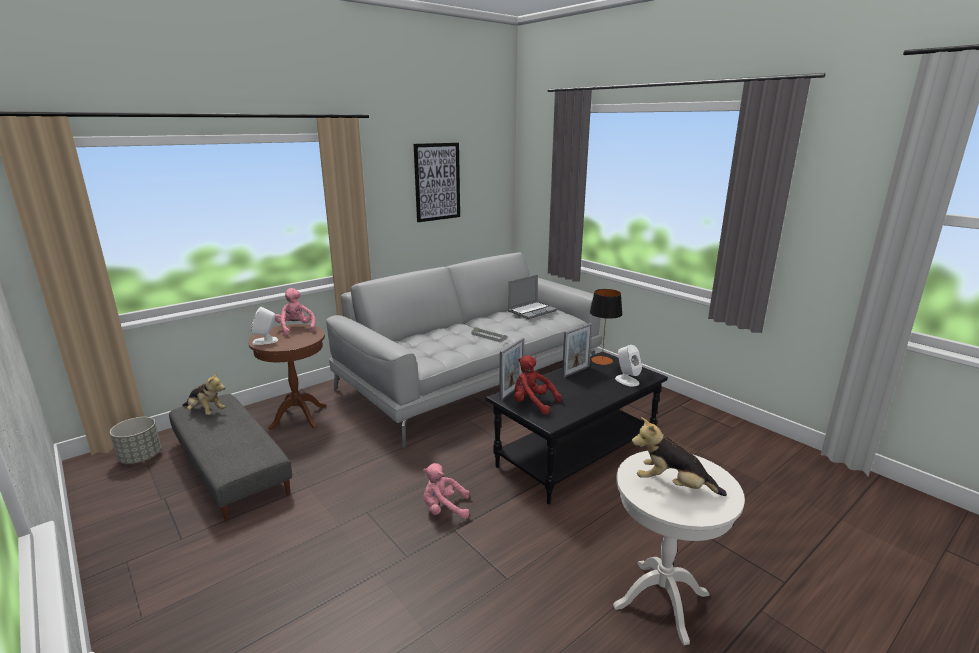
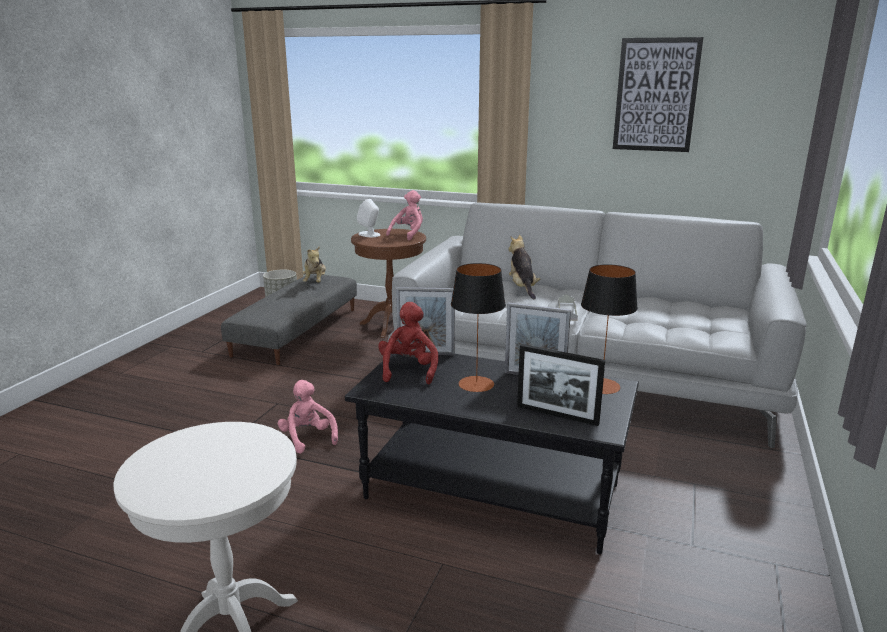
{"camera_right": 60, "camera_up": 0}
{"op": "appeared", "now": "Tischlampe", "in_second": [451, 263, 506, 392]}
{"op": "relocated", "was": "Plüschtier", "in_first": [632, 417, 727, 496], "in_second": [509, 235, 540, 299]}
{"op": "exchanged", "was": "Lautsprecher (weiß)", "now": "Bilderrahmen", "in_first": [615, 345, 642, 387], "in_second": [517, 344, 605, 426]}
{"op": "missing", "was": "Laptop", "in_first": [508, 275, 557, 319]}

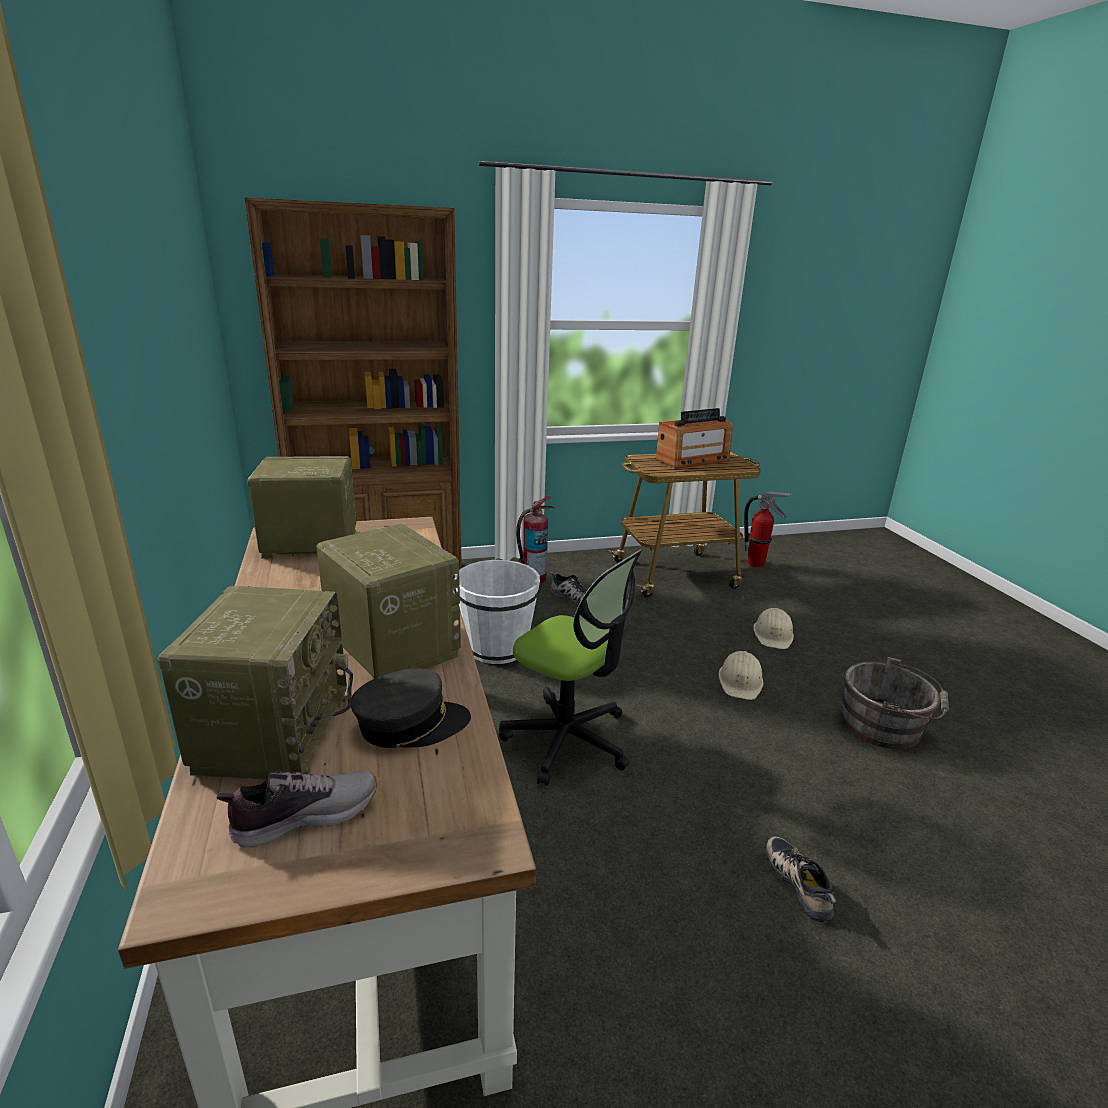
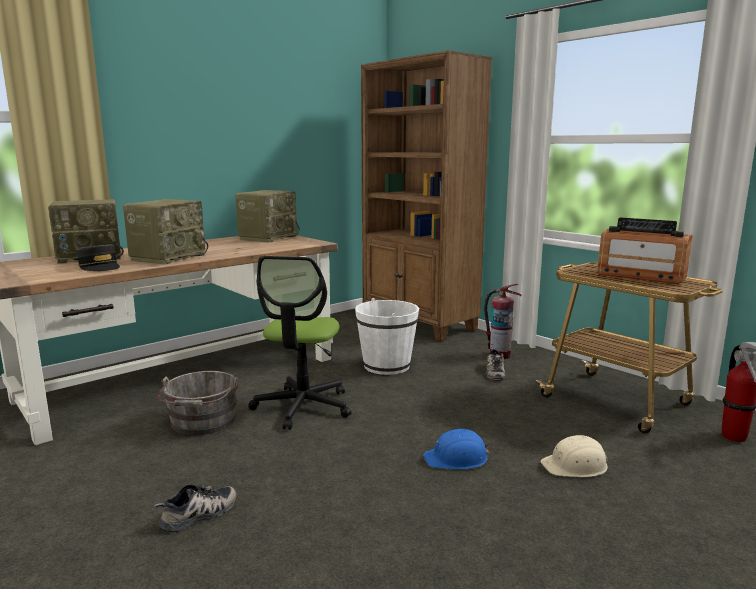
{"camera_right": 65, "camera_up": -10}
{"op": "relocated", "was": "Eimer (grau)", "in_first": [841, 657, 949, 749], "in_second": [158, 371, 238, 435]}
{"op": "spun", "was": "Radio", "in_first": [247, 456, 356, 559], "in_second": [235, 190, 299, 243], "clockwise": 60}
{"op": "colour", "was": "Schutzhelm (beige)", "now": "Schutzhelm (blau)", "in_first": [719, 651, 764, 700], "in_second": [423, 429, 489, 470]}
{"op": "missing", "was": "Schuh", "in_first": [217, 770, 377, 847]}

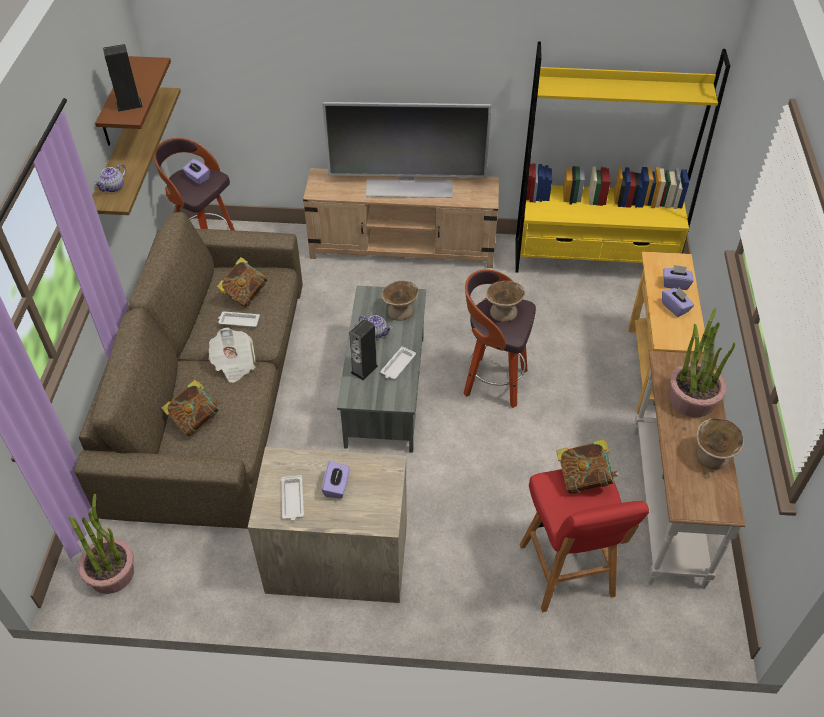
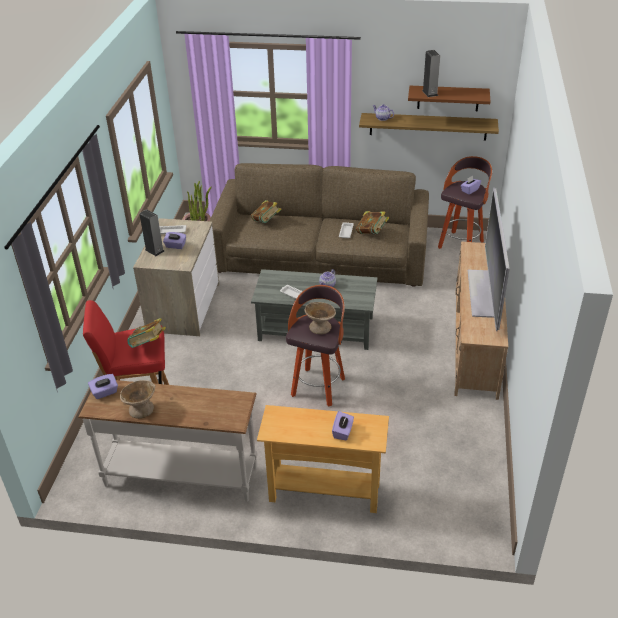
{"camera_right": 95, "camera_up": -10}
{"op": "relocated", "was": "Taschentuchbox (lila)", "in_first": [662, 287, 694, 317], "in_second": [88, 374, 118, 399]}
{"op": "relocated", "was": "Lautsprecher", "in_first": [349, 319, 378, 381], "in_second": [140, 209, 165, 256]}
{"op": "missing", "was": "Zeitung", "in_first": [209, 328, 255, 383]}
{"op": "missing", "was": "Schüssel (beige)", "in_first": [382, 281, 418, 321]}
{"op": "missing", "was": "Bücherregal (gelb)", "in_first": [516, 41, 730, 273]}
{"op": "missing", "was": "Topfpflanze", "in_first": [670, 308, 735, 417]}

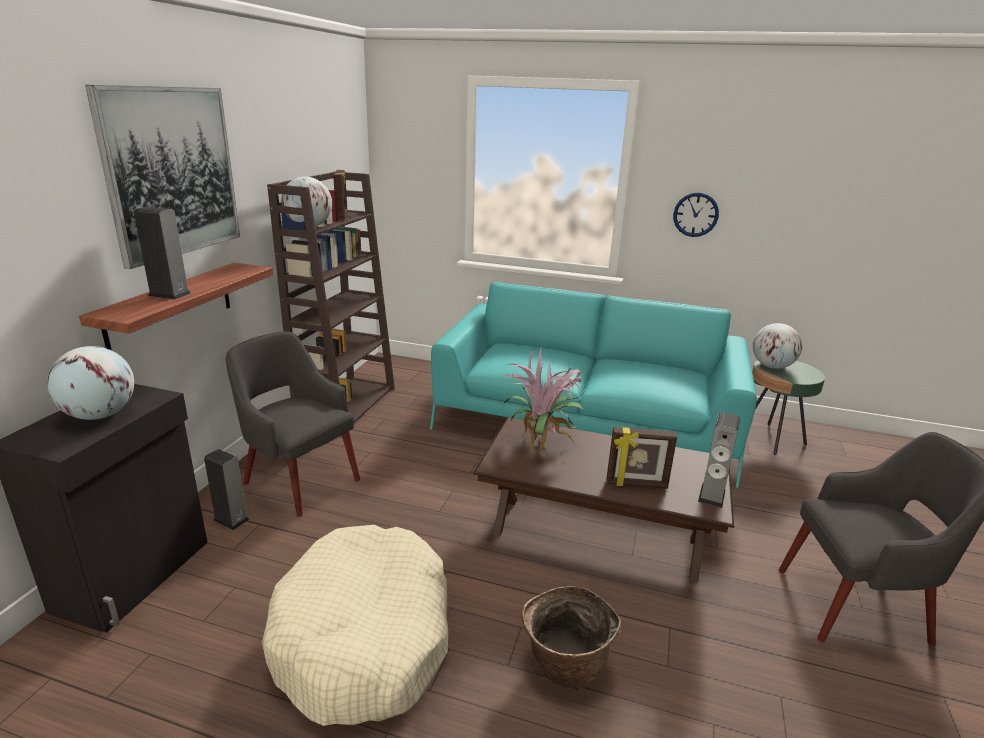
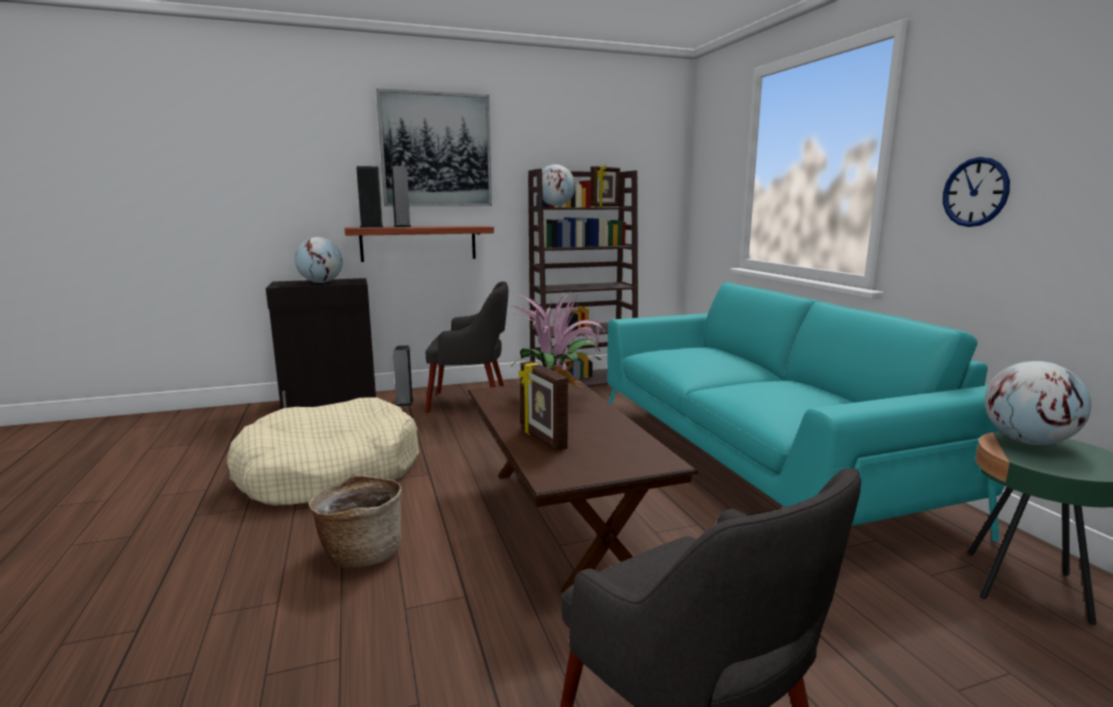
{"camera_right": 55, "camera_up": -10}
{"op": "relocated", "was": "Lautsprecher", "in_first": [698, 412, 740, 508], "in_second": [356, 166, 384, 228]}
{"op": "spun", "was": "Sessel (grau)", "in_first": [226, 331, 360, 517], "in_second": [425, 282, 509, 413], "clockwise": 90}

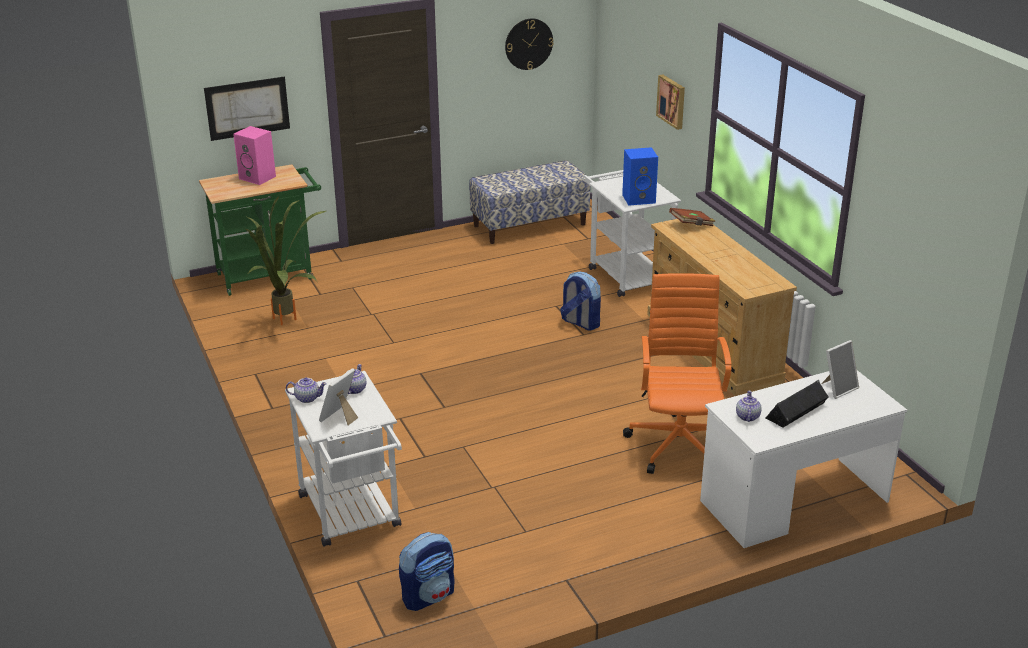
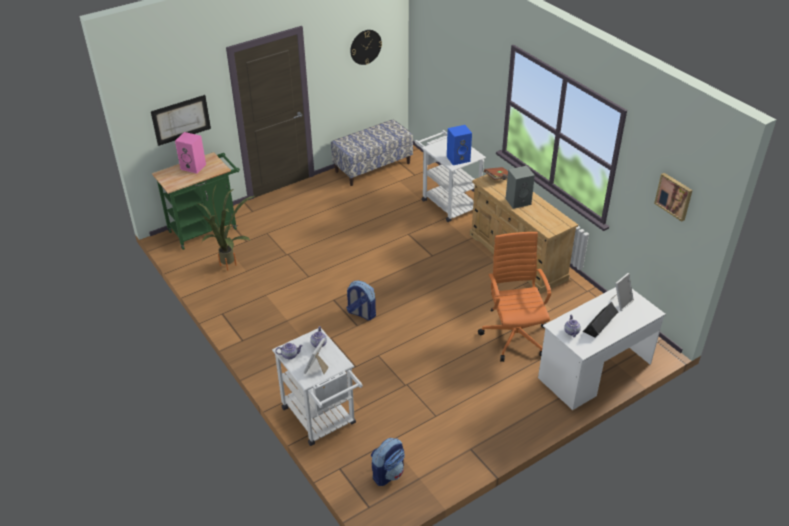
{"camera_right": -10, "camera_up": 10}
{"op": "relocated", "was": "Rucksack", "in_first": [560, 272, 601, 330], "in_second": [346, 280, 376, 320]}
{"op": "appeared", "now": "Lautsprecher (grau)", "in_second": [506, 166, 535, 209]}
{"op": "relocated", "was": "Bild", "in_first": [656, 74, 685, 130], "in_second": [654, 173, 693, 222]}

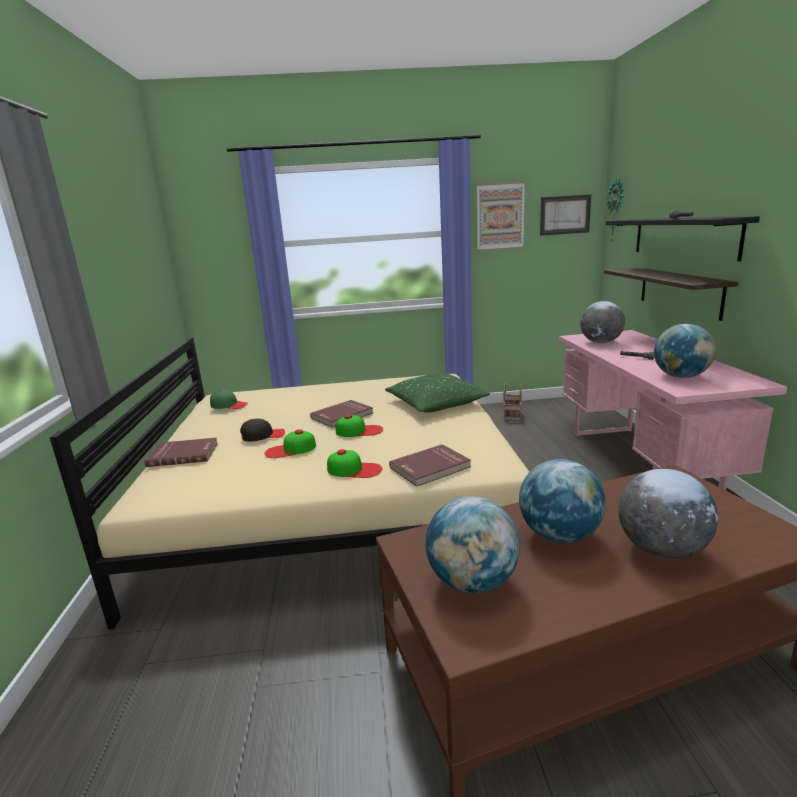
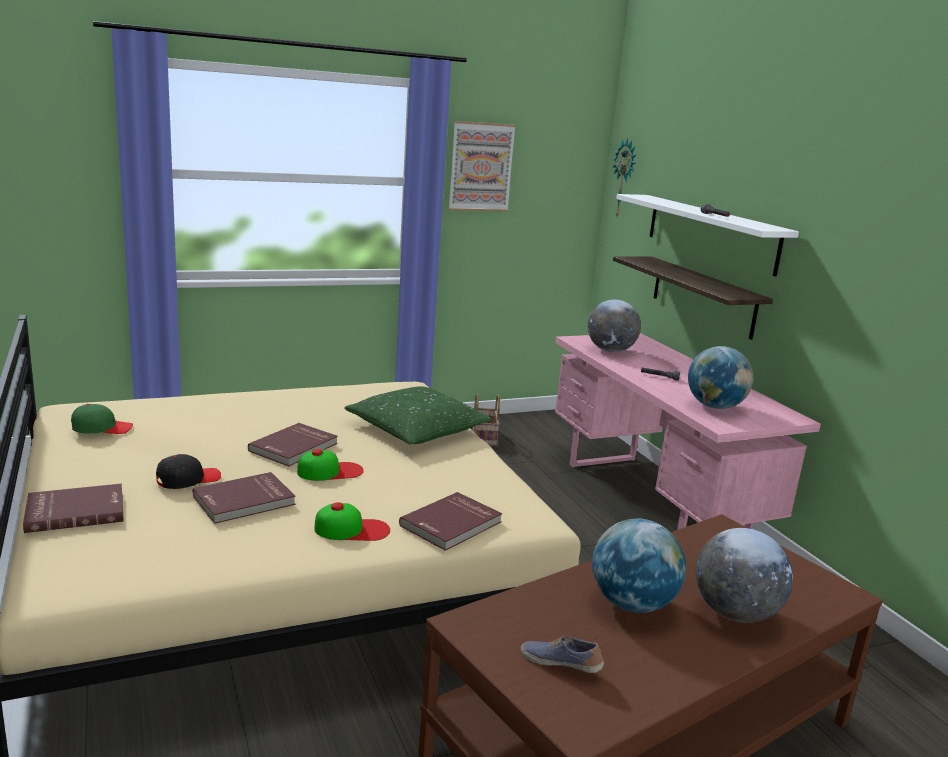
{"camera_right": -20, "camera_up": 0}
{"op": "exchanged", "was": "Kappe", "now": "Buch (rot)", "in_first": [264, 429, 316, 458], "in_second": [193, 472, 295, 524]}
{"op": "exchanged", "was": "Globus", "now": "Schuh", "in_first": [425, 496, 520, 594], "in_second": [521, 635, 604, 673]}
{"op": "colour", "was": "Wandregal (schwarz)", "now": "Wandregal (weiß)", "in_first": [606, 216, 760, 261], "in_second": [616, 194, 799, 276]}
{"op": "missing", "was": "Bild", "in_first": [540, 194, 591, 236]}

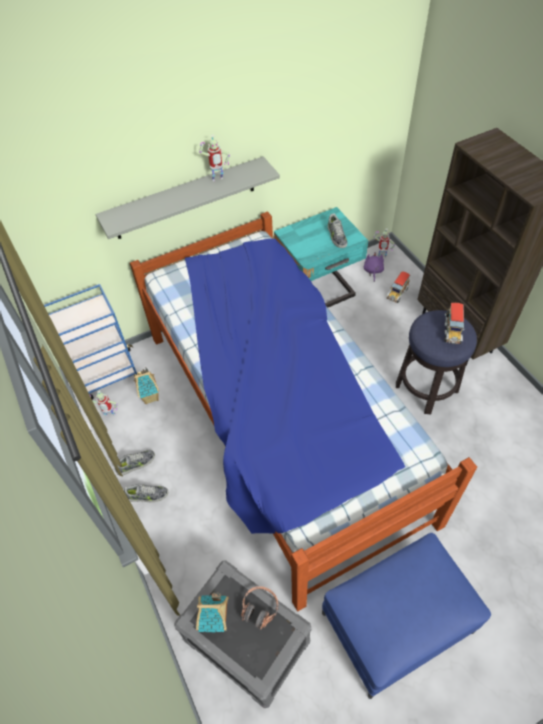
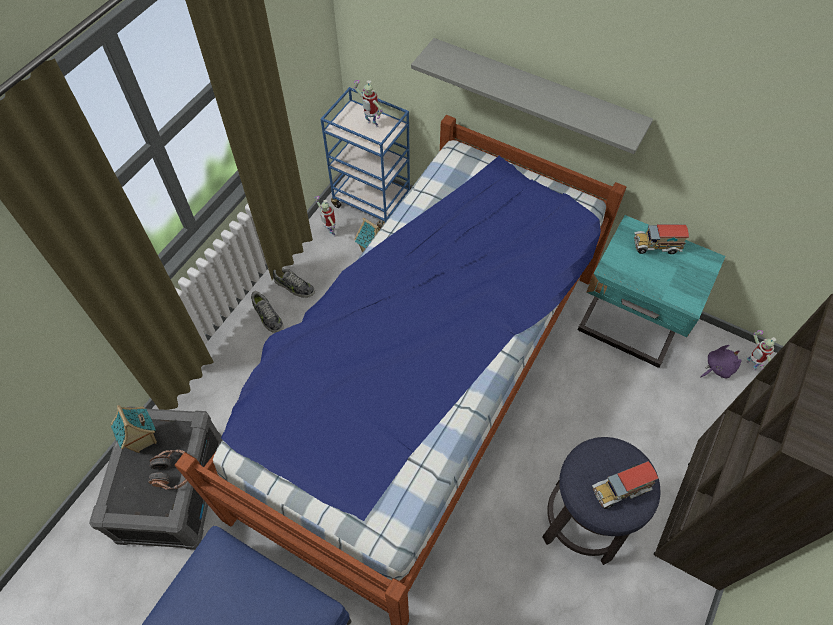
{"camera_right": 55, "camera_up": 5}
{"op": "relocated", "was": "Spielzeugroboter", "in_first": [199, 134, 230, 181], "in_second": [354, 80, 383, 128]}
{"op": "relocated", "was": "Spielzeuglaster", "in_first": [387, 271, 410, 303], "in_second": [634, 224, 689, 254]}
{"op": "missing", "was": "Schuh", "in_first": [328, 213, 347, 248]}

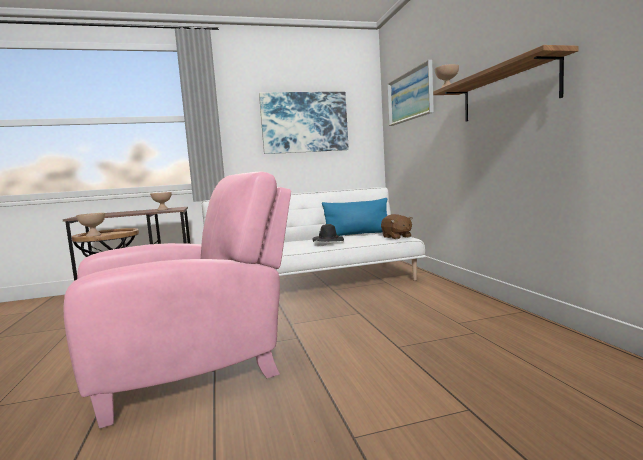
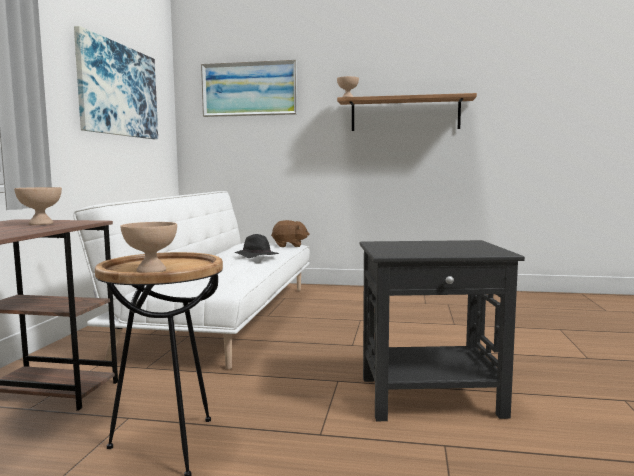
{"camera_right": -65, "camera_up": 0}
{"op": "exchanged", "was": "Sessel (rosa)", "now": "Beistelltisch (schwarz)", "in_first": [63, 171, 291, 428], "in_second": [360, 240, 525, 421]}
{"op": "missing", "was": "Kissen (blau)", "in_first": [322, 198, 387, 236]}

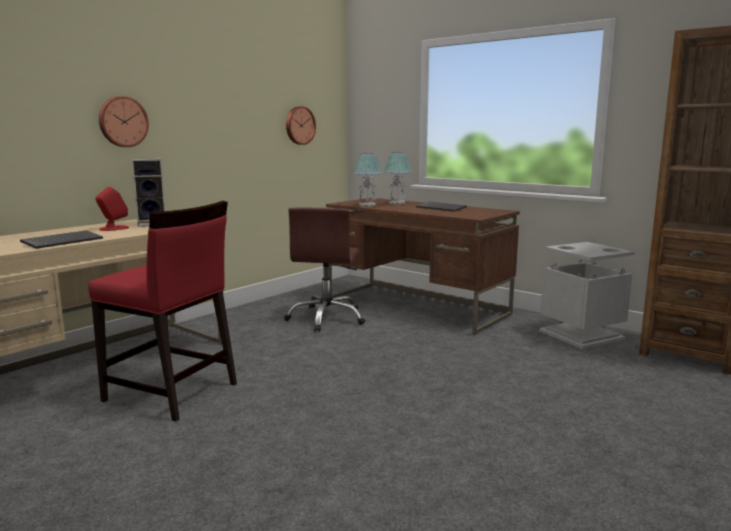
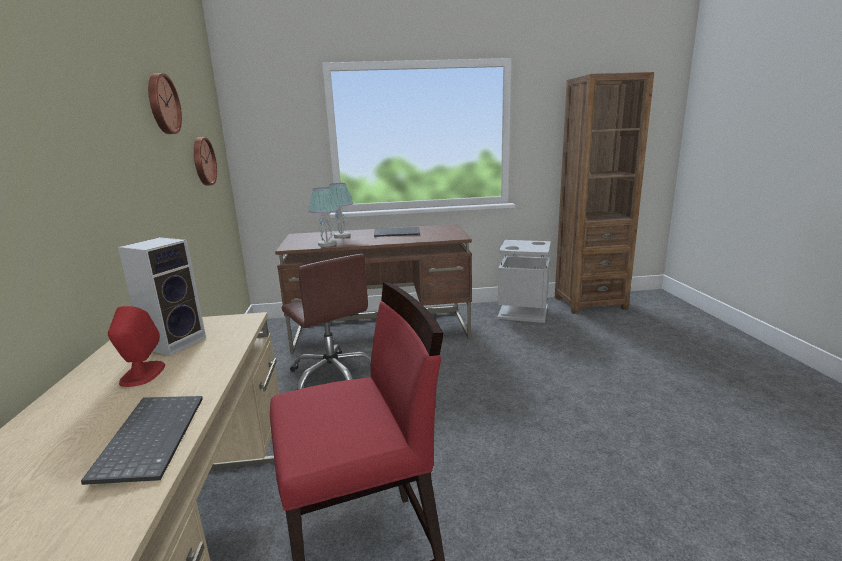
{"camera_right": -45, "camera_up": 5}
{"op": "relocated", "was": "Wanduhr", "in_first": [99, 96, 149, 147], "in_second": [148, 73, 182, 134]}

